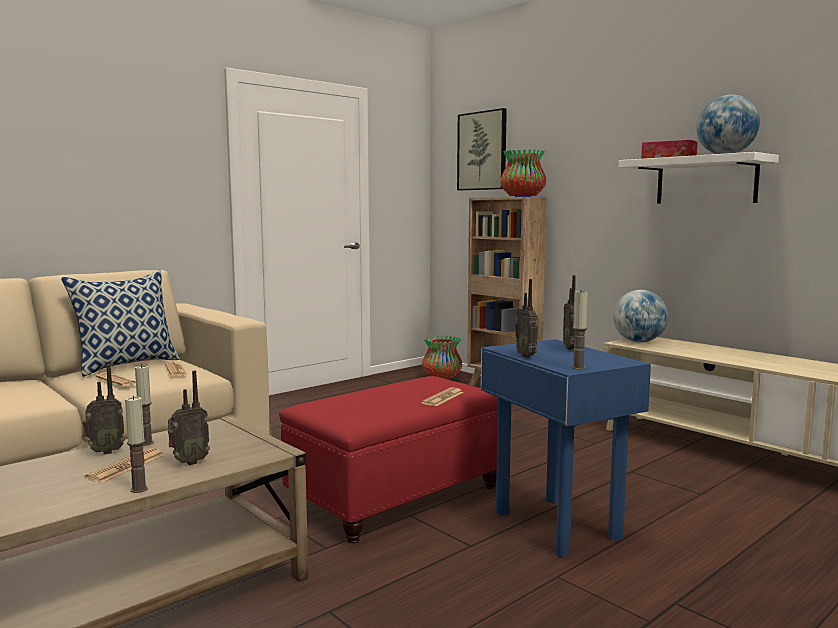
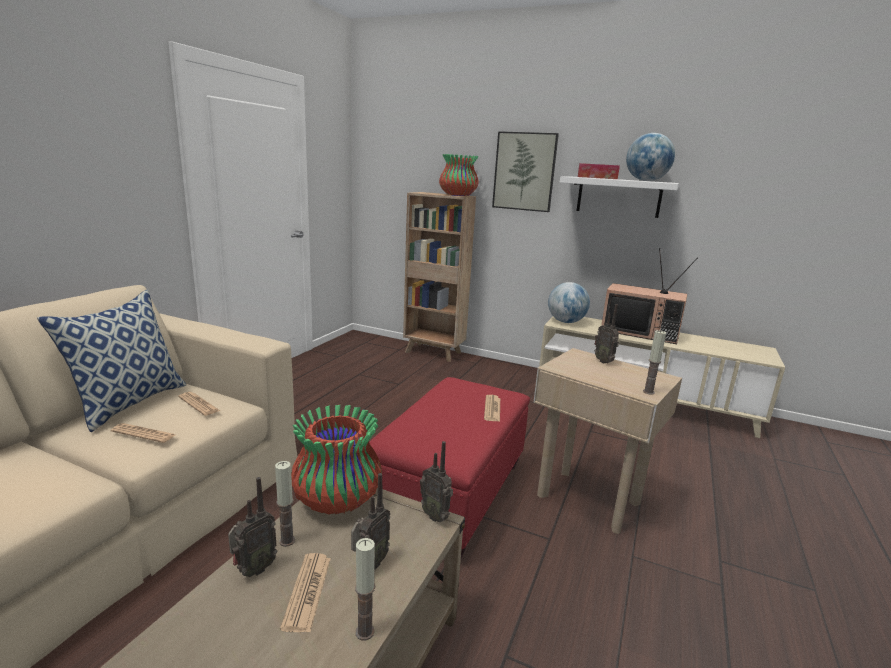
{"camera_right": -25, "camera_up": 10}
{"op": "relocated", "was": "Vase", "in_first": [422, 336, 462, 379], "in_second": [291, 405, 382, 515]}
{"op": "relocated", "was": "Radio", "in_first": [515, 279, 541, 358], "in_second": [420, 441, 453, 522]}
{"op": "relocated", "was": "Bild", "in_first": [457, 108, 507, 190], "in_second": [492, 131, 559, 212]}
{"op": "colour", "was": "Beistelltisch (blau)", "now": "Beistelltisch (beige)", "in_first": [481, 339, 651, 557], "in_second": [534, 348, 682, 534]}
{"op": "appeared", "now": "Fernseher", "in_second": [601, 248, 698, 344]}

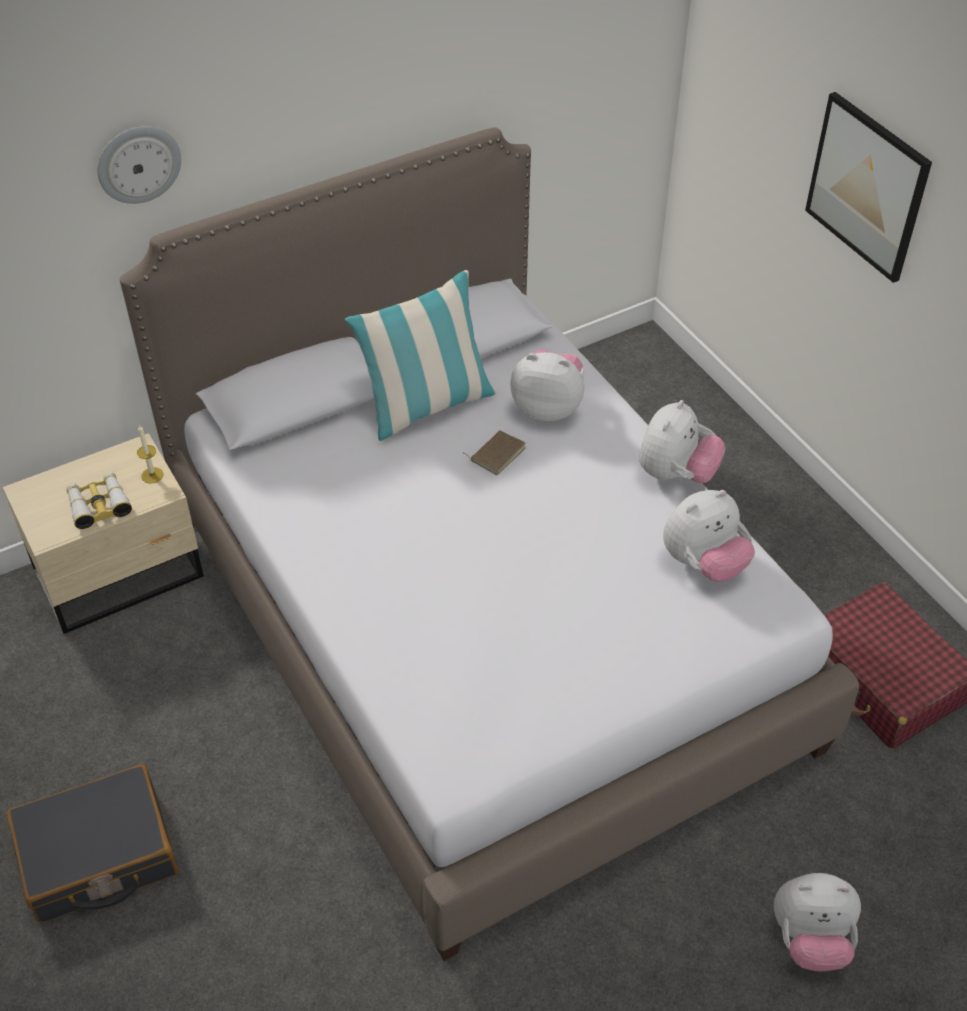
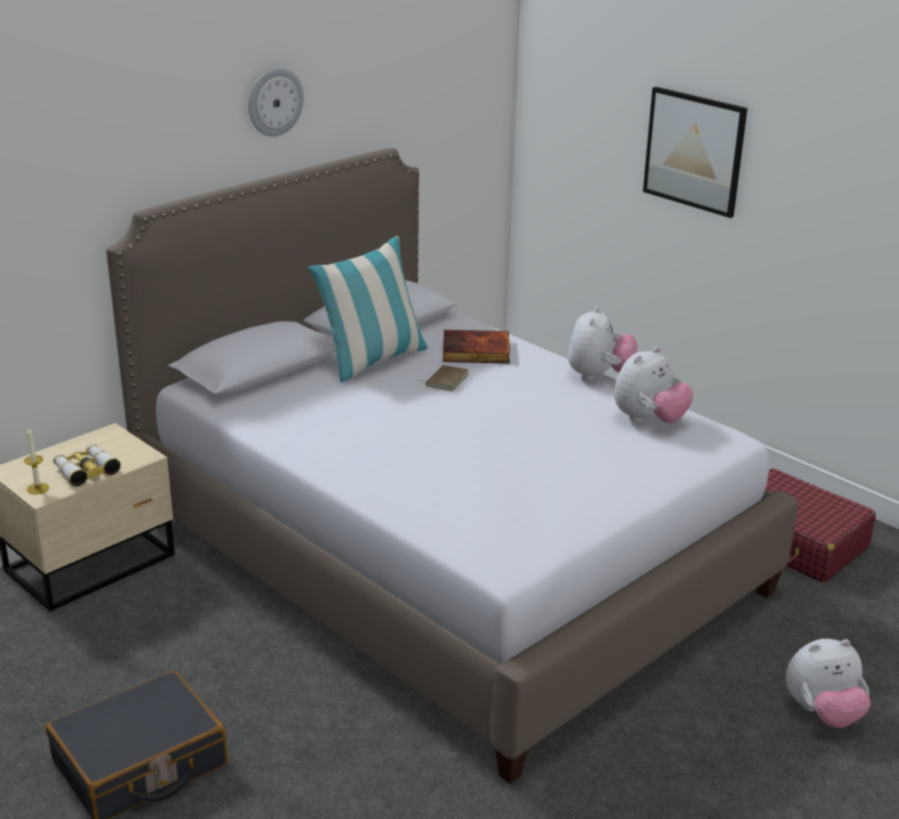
{"camera_right": -15, "camera_up": -20}
{"op": "relocated", "was": "Kerze", "in_first": [137, 424, 164, 483], "in_second": [24, 428, 49, 494]}
{"op": "relocated", "was": "Wanduhr", "in_first": [97, 126, 181, 204], "in_second": [249, 68, 304, 137]}
{"op": "exchanged", "was": "Plüschtier", "now": "Buch", "in_first": [510, 349, 584, 421], "in_second": [443, 330, 510, 364]}

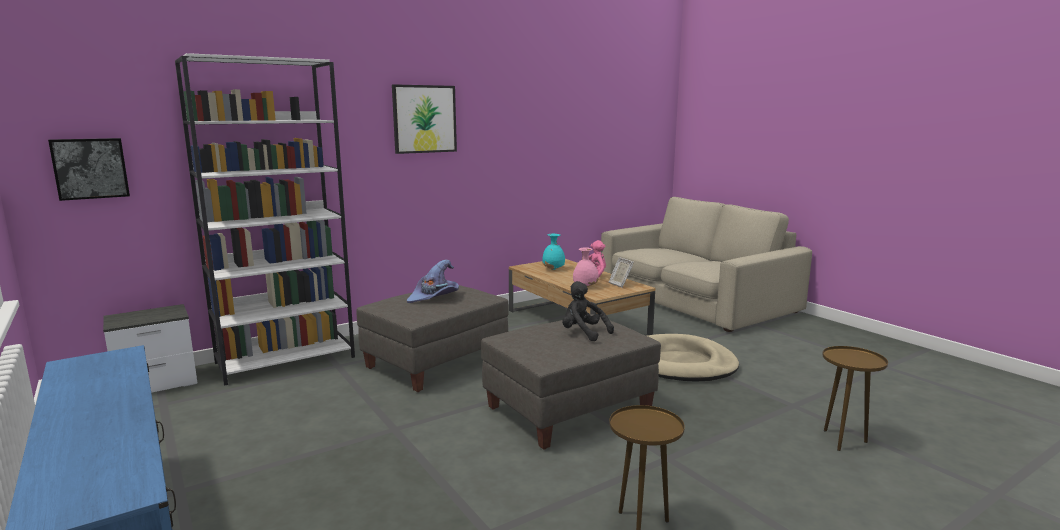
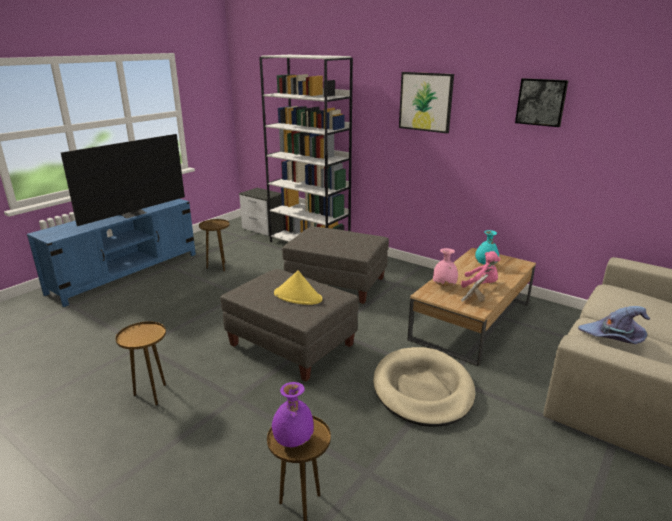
{"camera_right": 70, "camera_up": 10}
{"op": "appeared", "now": "Fernseher", "in_second": [61, 134, 185, 226]}
{"op": "appeared", "now": "Beistelltisch (braun)", "in_second": [199, 219, 230, 271]}
{"op": "appeared", "now": "Vase (lila)", "in_second": [272, 382, 314, 447]}
{"op": "exchanged", "was": "Plüschtier (schwarz)", "now": "Hut (gelb)", "in_first": [562, 281, 614, 341], "in_second": [274, 270, 322, 305]}
{"op": "relocated", "was": "Bild", "in_first": [48, 138, 130, 201], "in_second": [515, 78, 569, 127]}
{"op": "relocated", "was": "Hut (lila)", "in_first": [407, 260, 459, 303], "in_second": [578, 306, 650, 344]}

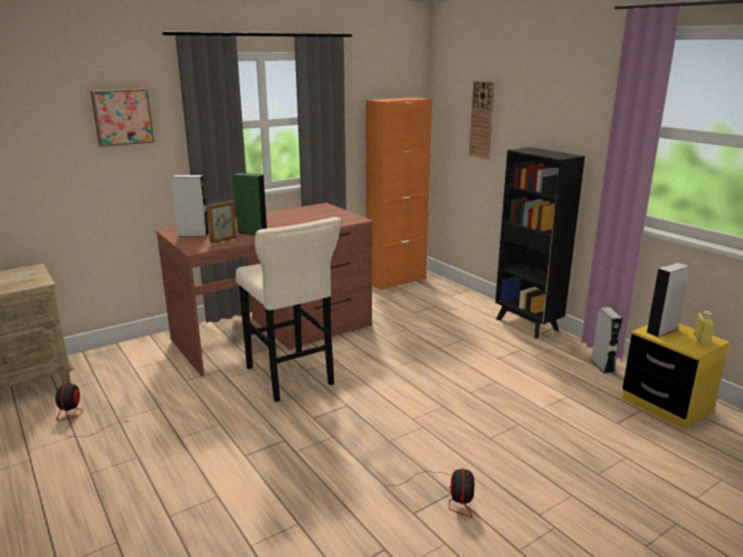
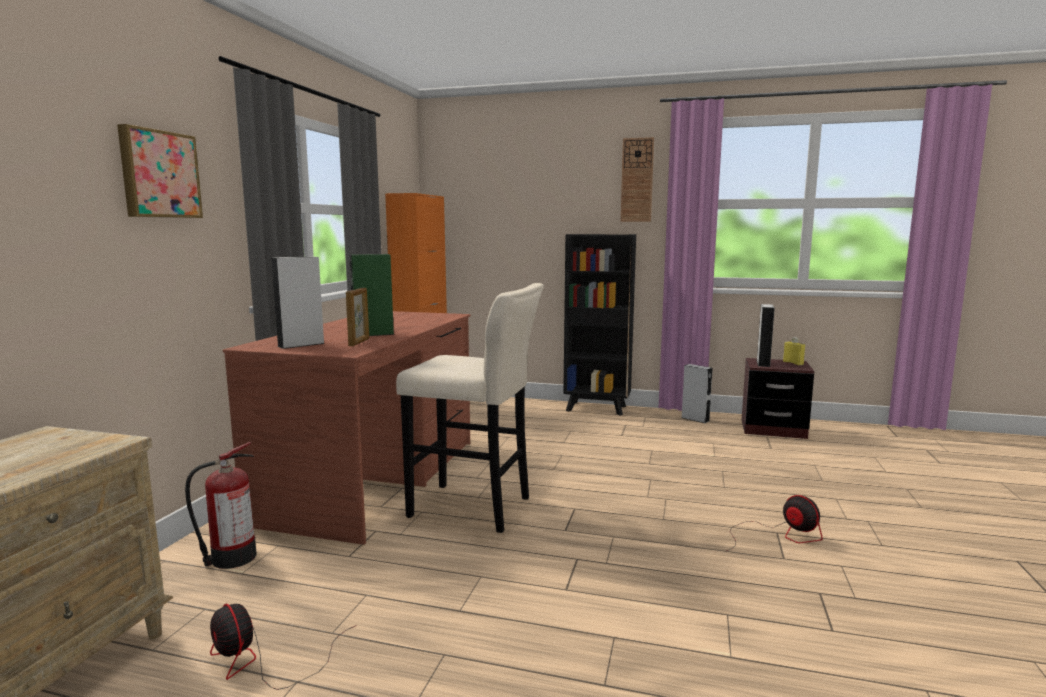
{"camera_right": -40, "camera_up": -10}
{"op": "appeared", "now": "Feuerlöscher", "in_second": [185, 442, 257, 569]}
{"op": "relocated", "was": "Wanduhr", "in_first": [469, 81, 495, 159], "in_second": [621, 137, 654, 222]}
{"op": "colour", "was": "Nachttisch (gelb)", "now": "Nachttisch (braun)", "in_first": [622, 323, 730, 429], "in_second": [742, 358, 814, 439]}

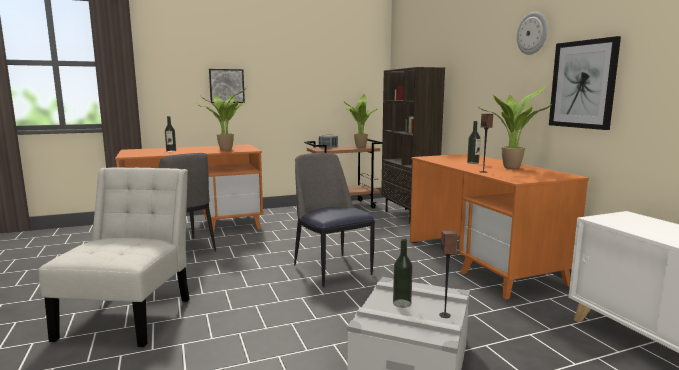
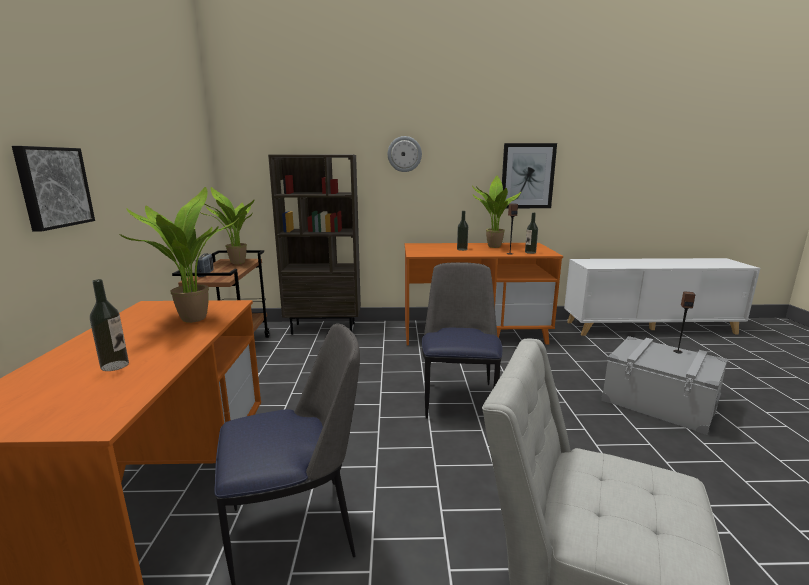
{"camera_right": -70, "camera_up": 5}
{"op": "relocated", "was": "Wanduhr", "in_first": [517, 12, 548, 55], "in_second": [388, 136, 422, 172]}
{"op": "spun", "was": "Stuhl", "in_first": [294, 153, 375, 287], "in_second": [422, 262, 502, 419], "clockwise": 105}
{"op": "relocated", "was": "Flasche", "in_first": [393, 239, 413, 308], "in_second": [525, 213, 538, 254]}

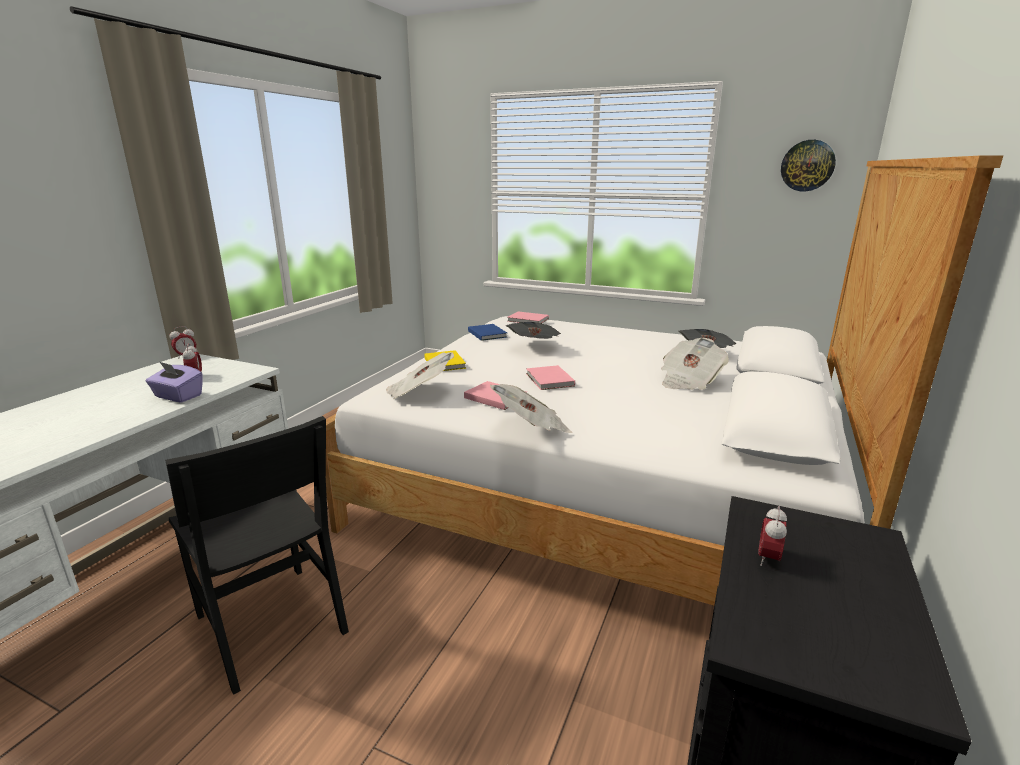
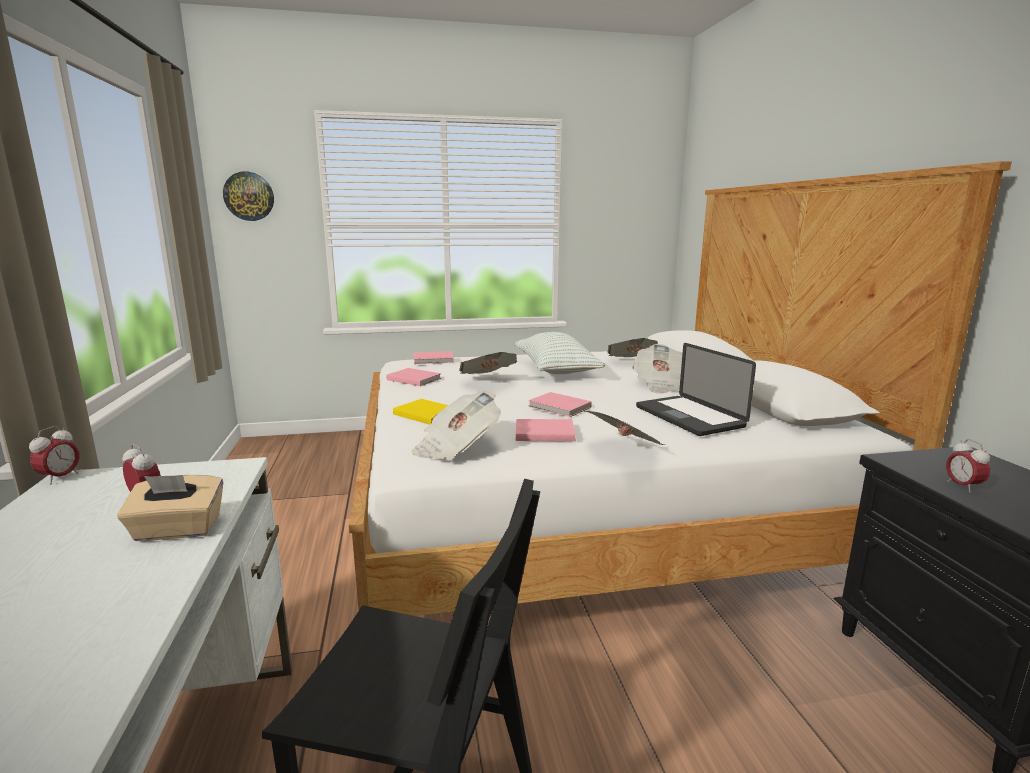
{"camera_right": -35, "camera_up": -5}
{"op": "colour", "was": "Taschentuchbox (lila)", "now": "Taschentuchbox (beige)", "in_first": [146, 361, 202, 403], "in_second": [117, 475, 223, 541]}
{"op": "relocated", "was": "Wanduhr", "in_first": [781, 140, 836, 191], "in_second": [223, 171, 274, 221]}
{"op": "colour", "was": "Buch (blau)", "now": "Buch (rosa)", "in_first": [468, 324, 507, 341], "in_second": [387, 368, 441, 386]}
{"op": "appeared", "now": "Kissen", "in_second": [514, 332, 605, 374]}
{"op": "appeared", "now": "Laptop", "in_second": [636, 343, 756, 436]}

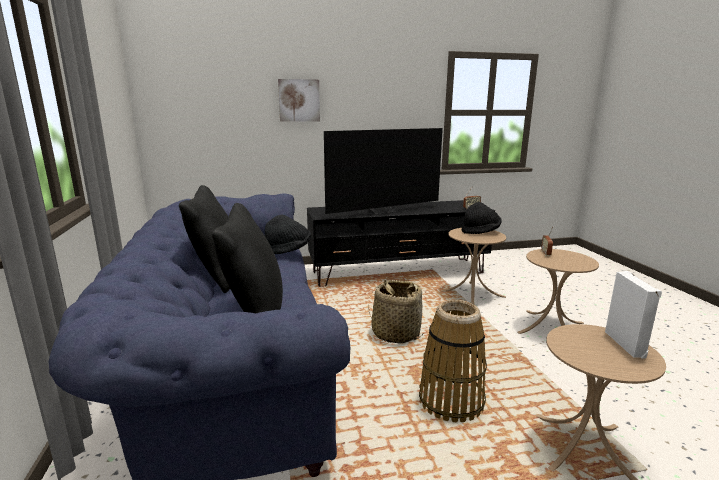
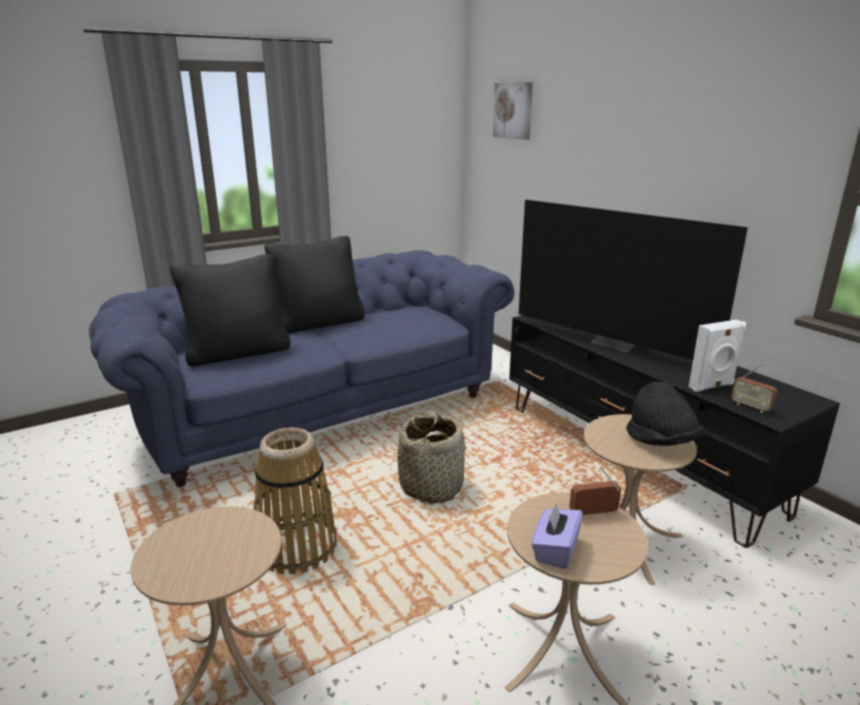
{"camera_right": 70, "camera_up": 5}
{"op": "relocated", "was": "Bild", "in_first": [278, 79, 320, 122], "in_second": [493, 82, 533, 140]}
{"op": "appeared", "now": "Taschentuchbox (lila)", "in_second": [532, 502, 583, 569]}
{"op": "relocated", "was": "Lautsprecher (weiß)", "in_first": [605, 271, 662, 358], "in_second": [688, 319, 746, 392]}
{"op": "missing", "was": "Hut (schwarz)", "in_first": [265, 215, 311, 254]}

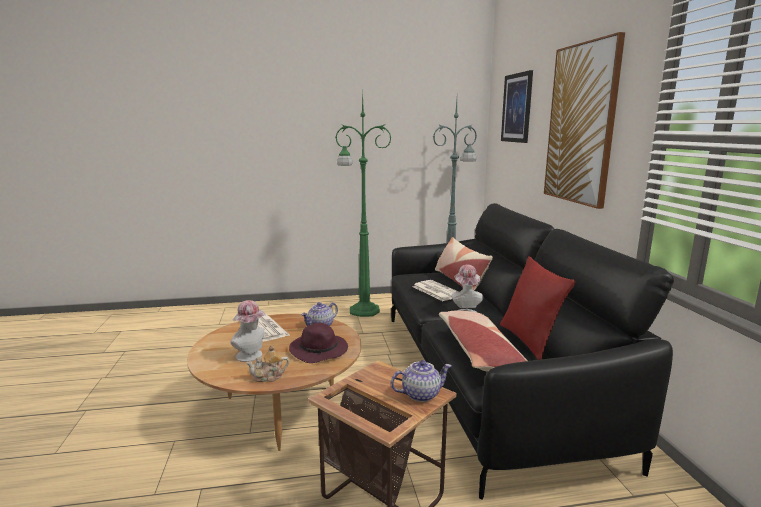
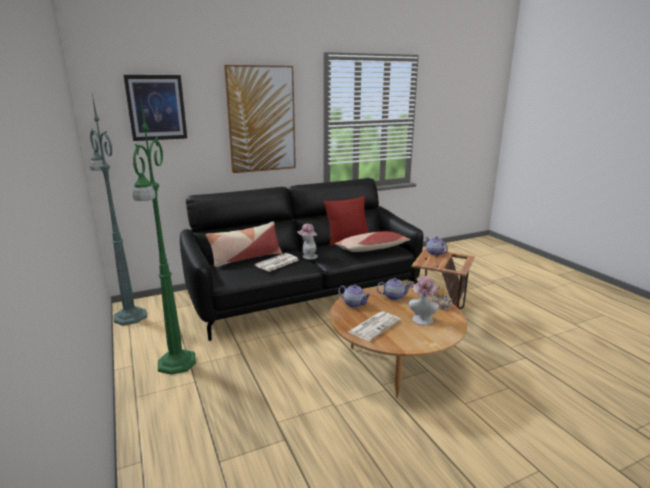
{"camera_right": -105, "camera_up": 5}
{"op": "exchanged", "was": "Hut (lila)", "now": "Teekanne", "in_first": [289, 323, 348, 363], "in_second": [377, 278, 413, 300]}

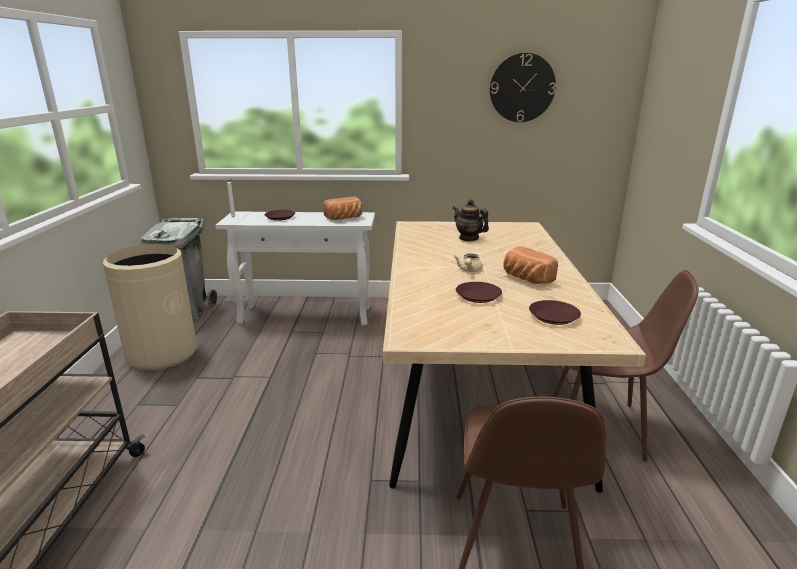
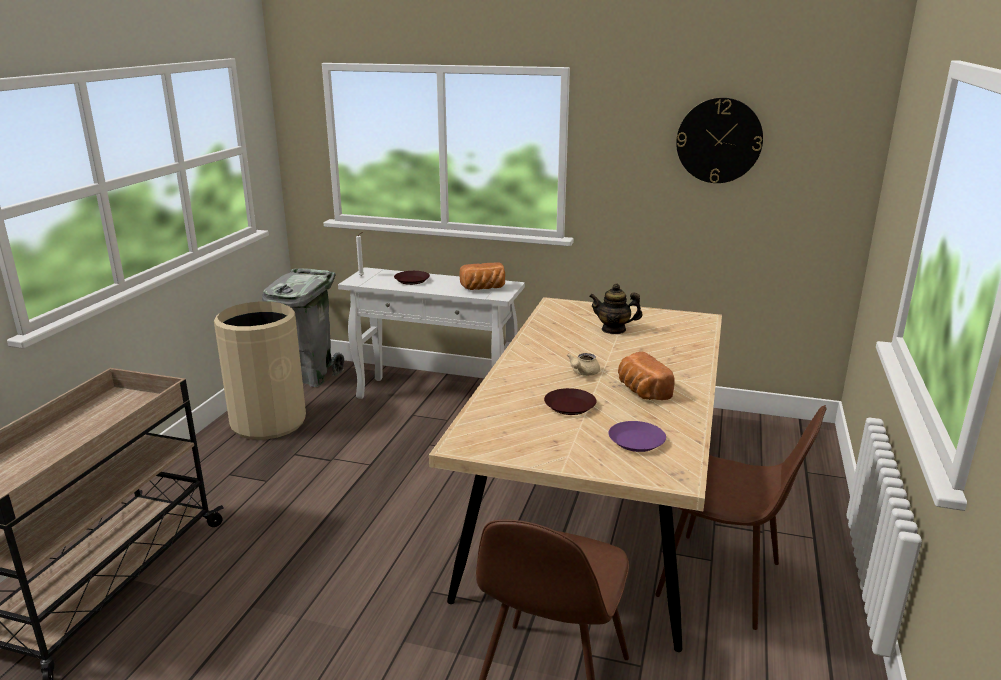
{"camera_right": 15, "camera_up": 0}
{"op": "spun", "was": "Teekanne", "in_first": [453, 199, 489, 241], "in_second": [589, 284, 643, 334], "clockwise": -45}
{"op": "colour", "was": "Teller (braun)", "now": "Teller (lila)", "in_first": [529, 300, 581, 325], "in_second": [609, 421, 666, 452]}

